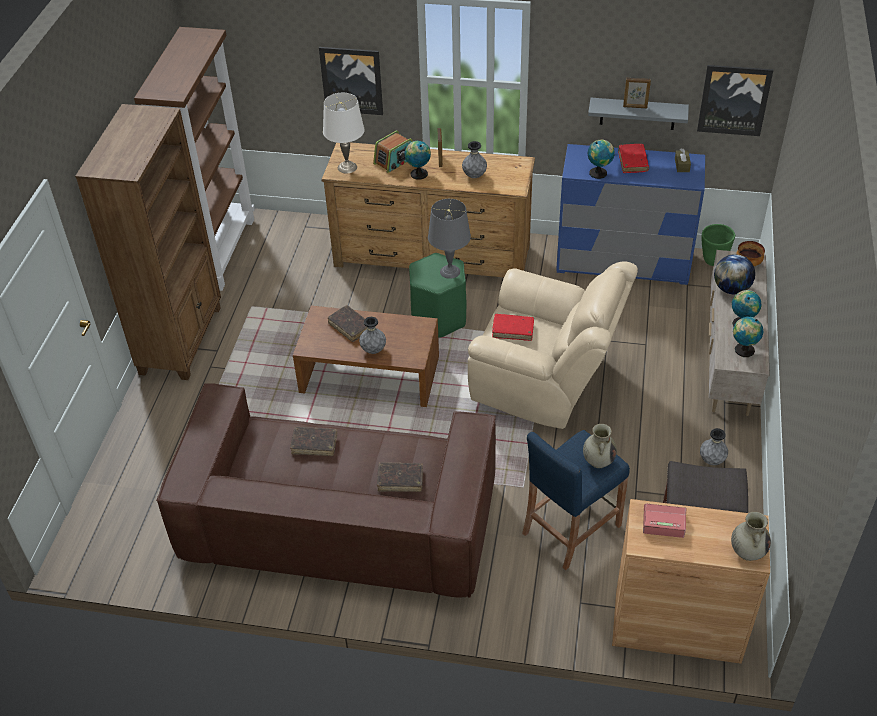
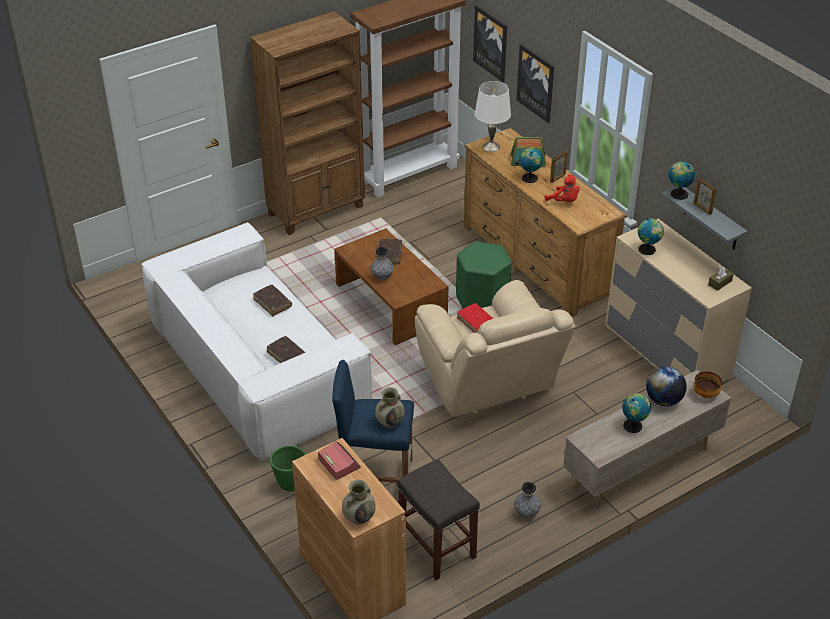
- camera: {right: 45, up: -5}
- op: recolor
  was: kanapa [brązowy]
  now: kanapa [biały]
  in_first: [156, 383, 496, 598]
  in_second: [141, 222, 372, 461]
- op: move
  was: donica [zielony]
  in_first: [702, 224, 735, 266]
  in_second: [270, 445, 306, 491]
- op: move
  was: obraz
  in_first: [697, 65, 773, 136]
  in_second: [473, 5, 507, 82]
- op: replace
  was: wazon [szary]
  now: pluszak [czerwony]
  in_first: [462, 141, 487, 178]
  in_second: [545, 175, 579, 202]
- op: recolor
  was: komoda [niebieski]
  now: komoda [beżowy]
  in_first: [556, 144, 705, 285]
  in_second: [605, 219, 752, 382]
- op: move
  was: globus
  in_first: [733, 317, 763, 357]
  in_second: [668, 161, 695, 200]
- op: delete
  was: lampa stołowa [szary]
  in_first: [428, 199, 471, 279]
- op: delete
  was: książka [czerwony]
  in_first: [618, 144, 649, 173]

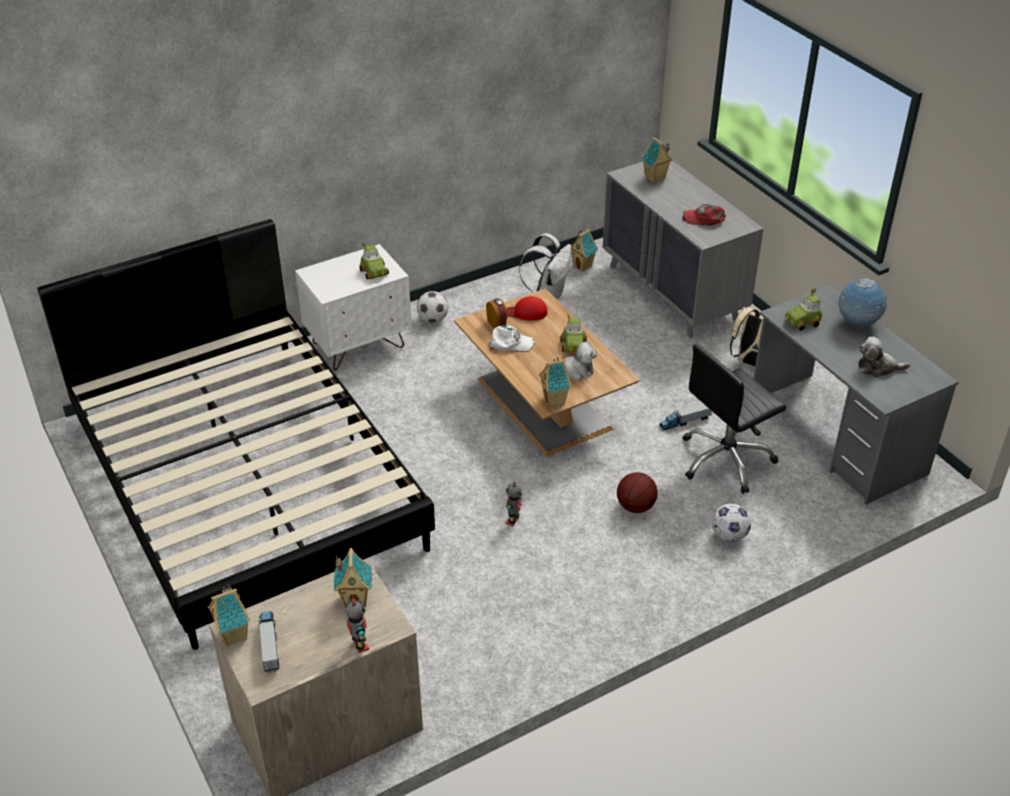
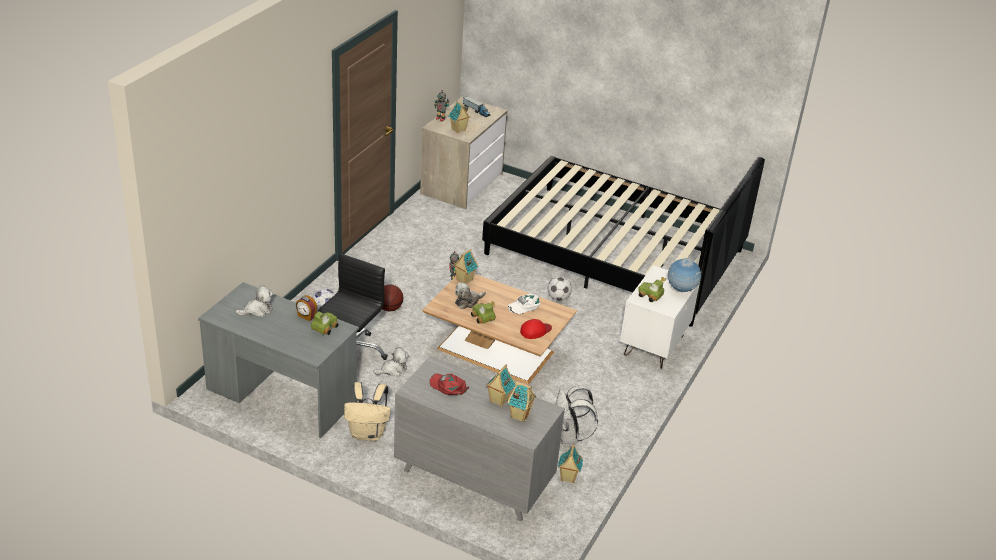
- camera: {right: 145, up: -5}
- op: move
  was: budzik
  in_first: [486, 298, 507, 328]
  in_second: [296, 295, 317, 321]
- op: replace
  was: ciężarówka zabawkowa
  now: pluszak
  in_first: [659, 403, 712, 430]
  in_second: [373, 347, 409, 377]
- op: rotate
  was: czapka z daszkiem [czerwony]
  in_first: [682, 204, 726, 226]
  in_second: [430, 373, 470, 395]
  clockwise: -120
- op: move
  was: domek
  in_first: [207, 584, 250, 647]
  in_second: [486, 365, 516, 407]
- op: move
  was: piłka futbolowa
  in_first: [417, 291, 448, 323]
  in_second: [548, 276, 572, 301]
- op: move
  was: globus
  in_first: [838, 278, 887, 327]
  in_second: [667, 258, 701, 292]

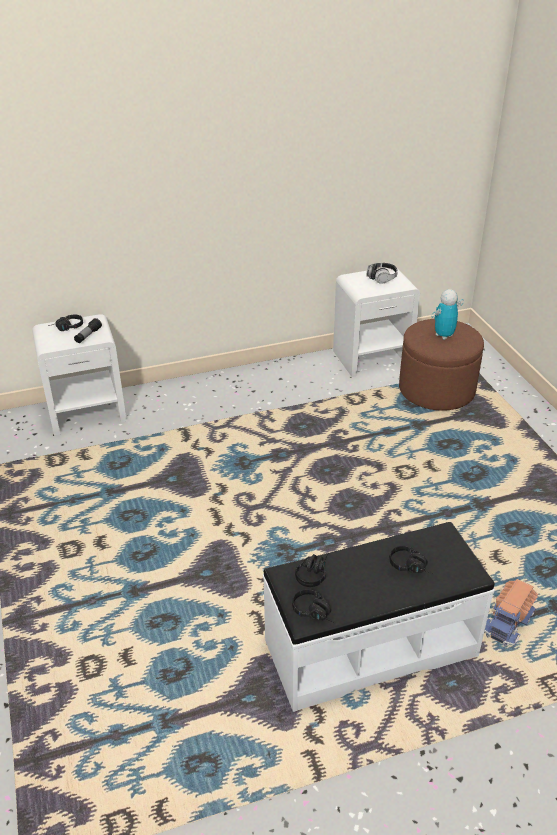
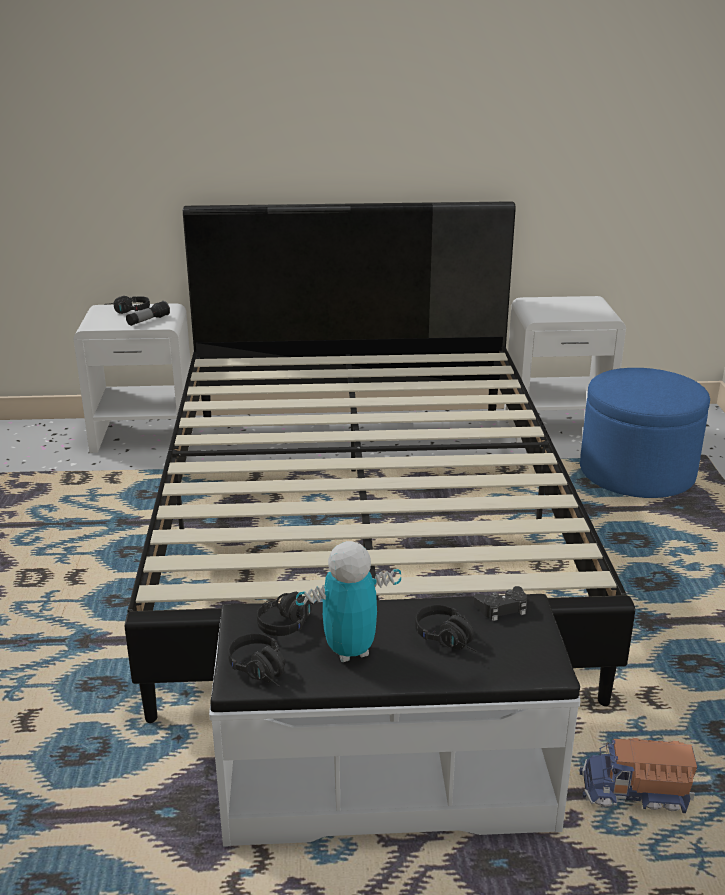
- camera: {right: 15, up: -10}
- op: insert
  now: łóżko [czarny]
  in_second: [125, 201, 635, 723]
- op: move
  was: robot zabawkowy
  in_first: [432, 289, 463, 340]
  in_second: [296, 541, 401, 662]
- op: insert
  now: pad do gier [czarny]
  in_second: [474, 586, 527, 621]
- op: recolor
  was: pufa [brązowy]
  now: pufa [niebieski]
  in_first: [399, 319, 484, 411]
  in_second: [580, 368, 710, 498]
- op: rotate
  was: ciężarówka zabawkowa
  in_first: [485, 579, 538, 646]
  in_second: [580, 738, 697, 813]
  clockwise: 45
- op: delete
  was: słuchawki
  in_first: [367, 263, 398, 284]

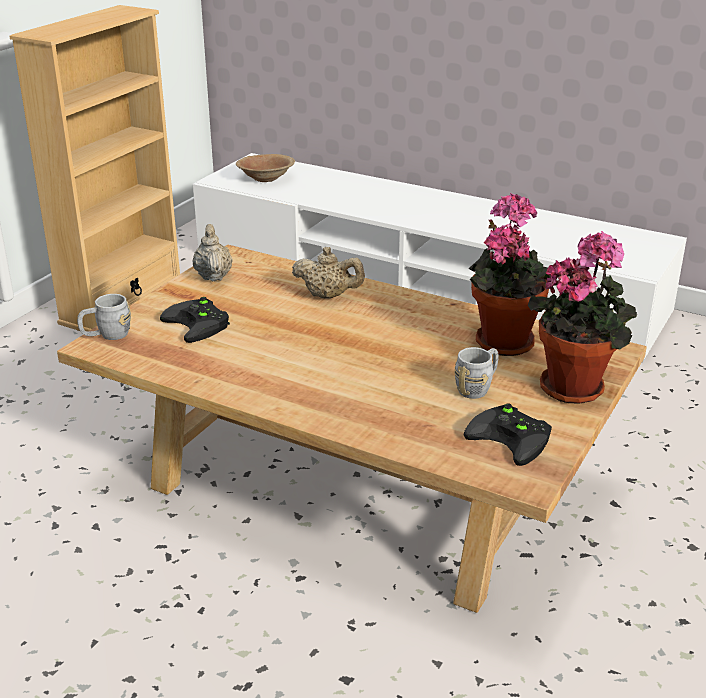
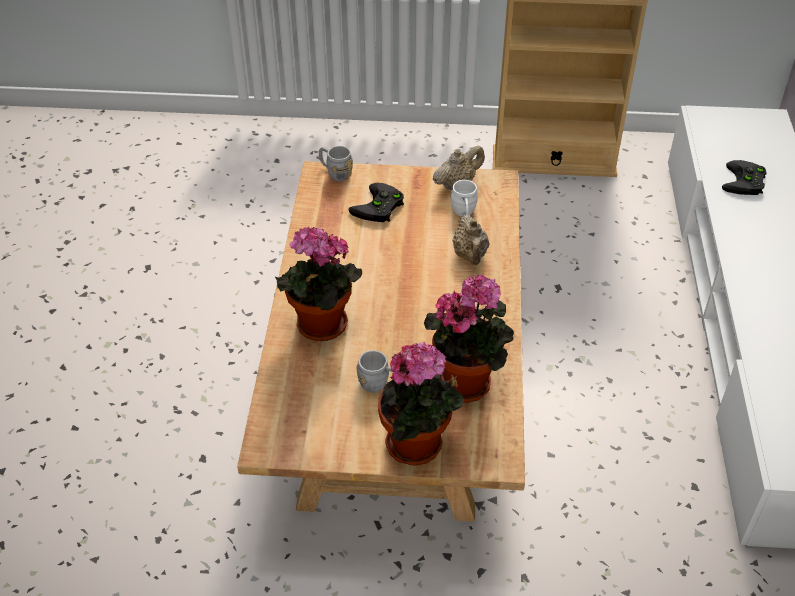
- camera: {right: 65, up: 15}
- op: insert
  now: roślina doniczkowa
  in_second: [275, 227, 362, 341]
- op: insert
  now: kubek [biały]
  in_second: [450, 180, 478, 216]
- op: move
  was: pad do gier [czarny]
  in_first: [464, 403, 552, 466]
  in_second: [722, 160, 767, 195]
- op: delete
  was: miska [brązowy]
  in_first: [236, 154, 295, 182]

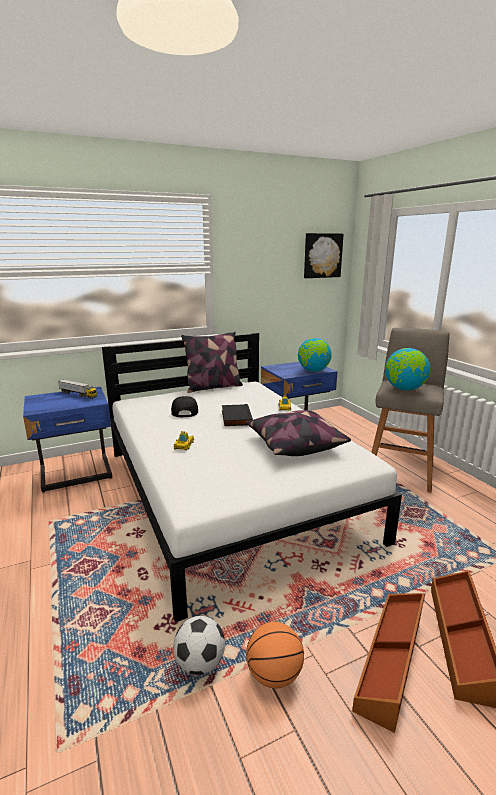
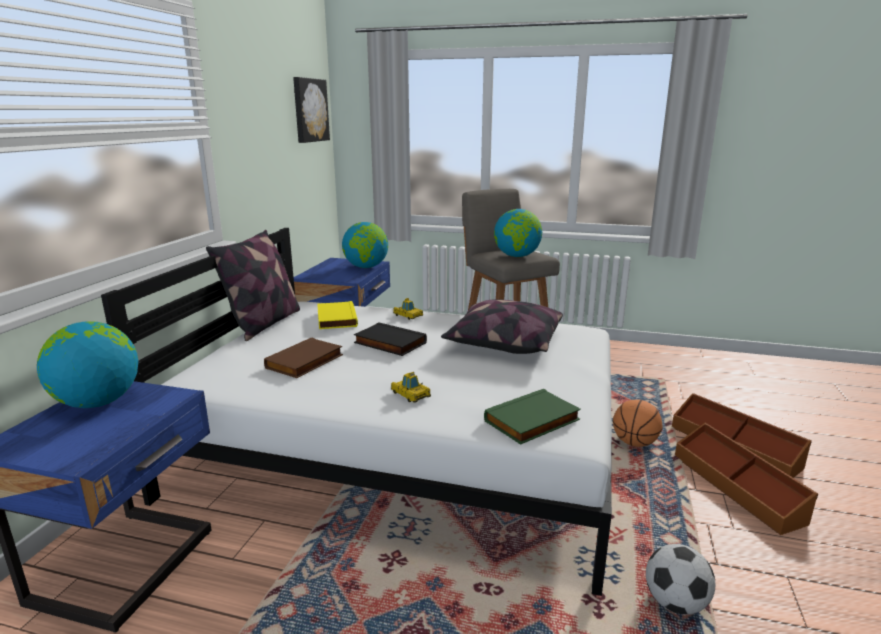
- camera: {right: -50, up: 0}
- op: replace
  was: ciężarówka zabawkowa
  now: globus
  in_first: [58, 379, 97, 399]
  in_second: [37, 321, 138, 408]
- op: replace
  was: czapka z daszkiem [czarny]
  now: książka [brązowy]
  in_first: [171, 396, 198, 417]
  in_second: [264, 338, 343, 378]
- op: insert
  now: książka [żółty]
  in_second: [317, 301, 358, 329]
- op: insert
  now: książka [zielony]
  in_second: [484, 389, 581, 445]
- op: move
  was: piłka do koszykówki
  in_first: [246, 622, 304, 688]
  in_second: [613, 400, 663, 447]

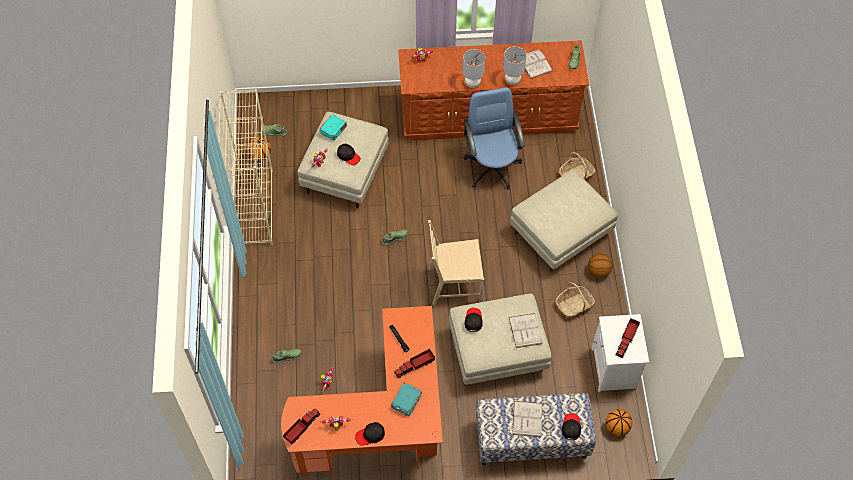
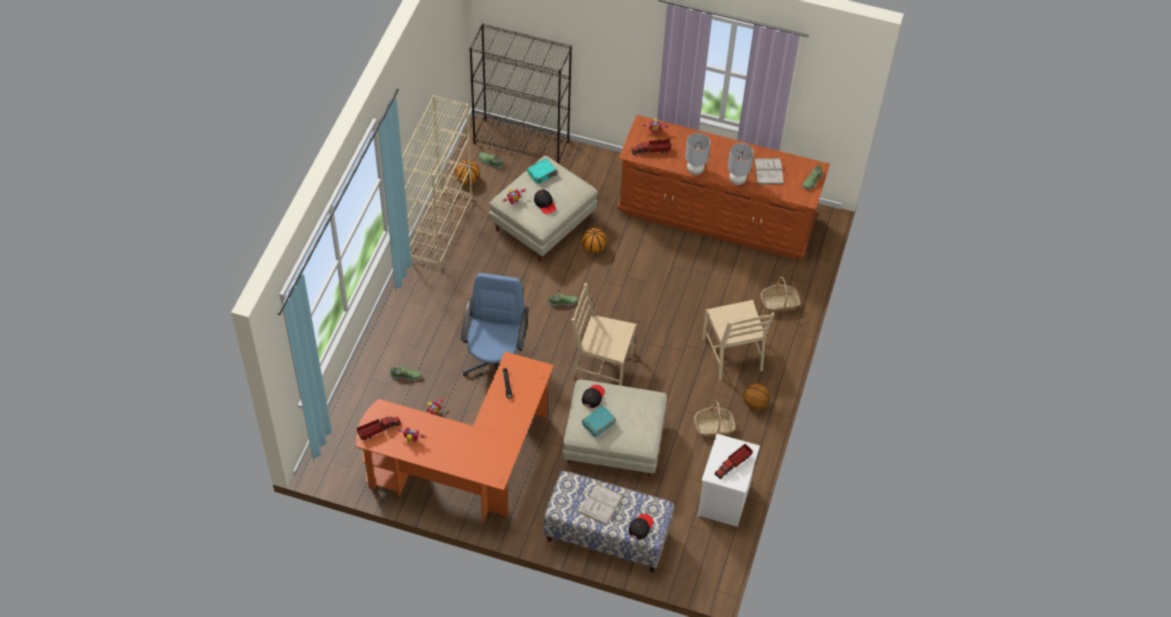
- camera: {right: 20, up: -5}
- op: move
  was: krzesło biurowe [niebieski]
  in_first: [464, 87, 525, 190]
  in_second: [460, 273, 529, 376]
- op: insert
  now: regał [czarny]
  in_second: [469, 23, 572, 164]
- op: move
  was: piłka do koszykówki
  in_first: [606, 409, 632, 436]
  in_second: [581, 228, 607, 253]
- op: move
  was: książka [turkusowy]
  in_first: [391, 382, 422, 416]
  in_second: [582, 405, 616, 437]
- op: move
  was: ciężarówka zabawkowa
  in_first: [394, 349, 435, 378]
  in_second: [631, 139, 671, 155]
- op: replace
  was: pufa [beżowy]
  now: krzesło [beżowy]
  in_first: [510, 170, 618, 272]
  in_second: [702, 300, 775, 380]
- op: delete
  was: czapka z daszkiem [czarny]
  in_first: [355, 422, 385, 446]
- op: delete
  was: książka [biały]
  in_first: [508, 313, 543, 348]

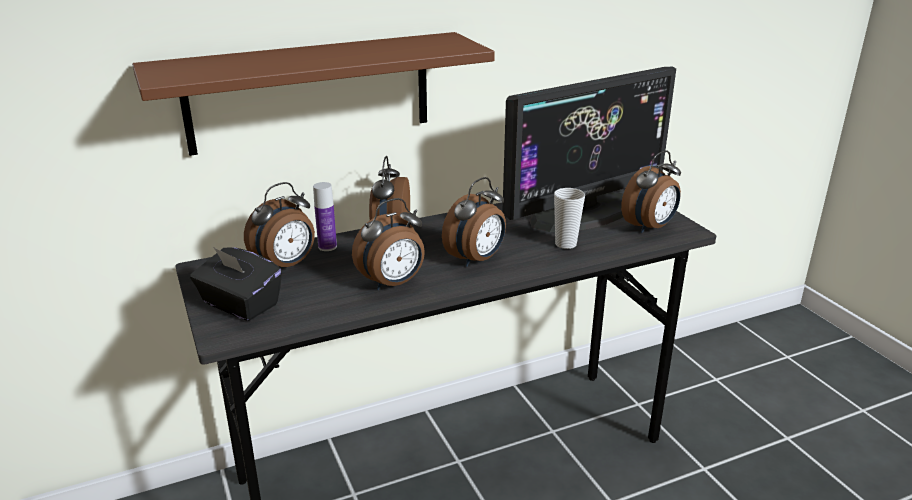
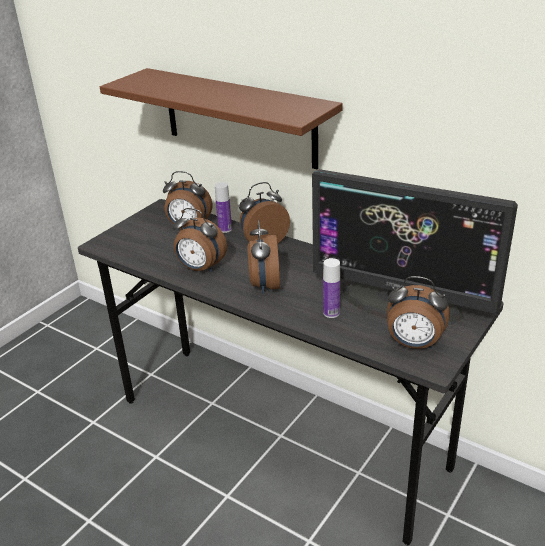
- camera: {right: 60, up: 5}
- op: rotate
  was: budzik
  in_first: [442, 177, 506, 267]
  in_second: [247, 220, 280, 294]
  clockwise: 75
- op: replace
  was: filiżanka
  now: butelka
  in_first: [554, 188, 585, 249]
  in_second: [323, 258, 340, 318]
- op: delete
  was: pudełko chusteczek [czarny]
  in_first: [190, 247, 282, 321]

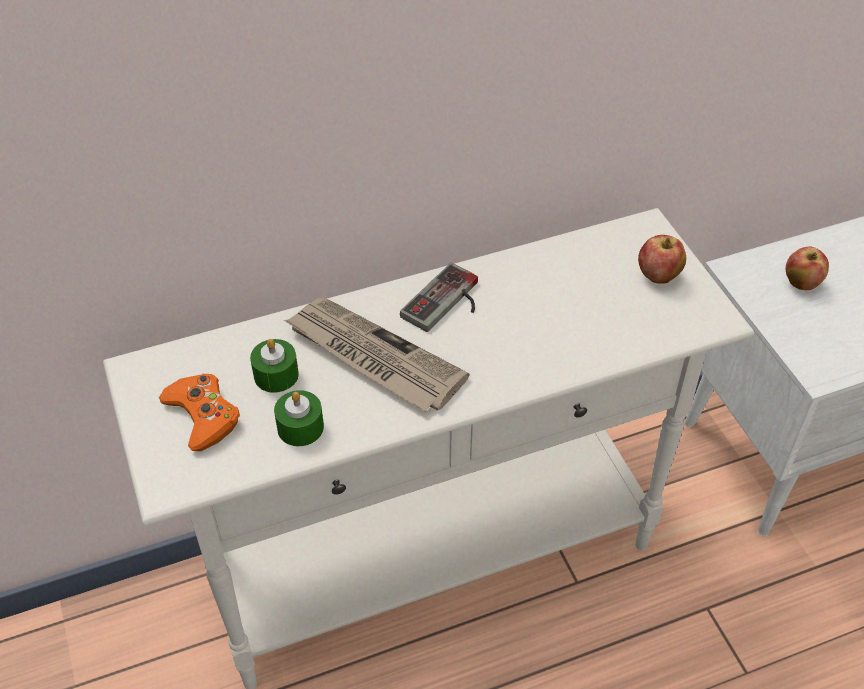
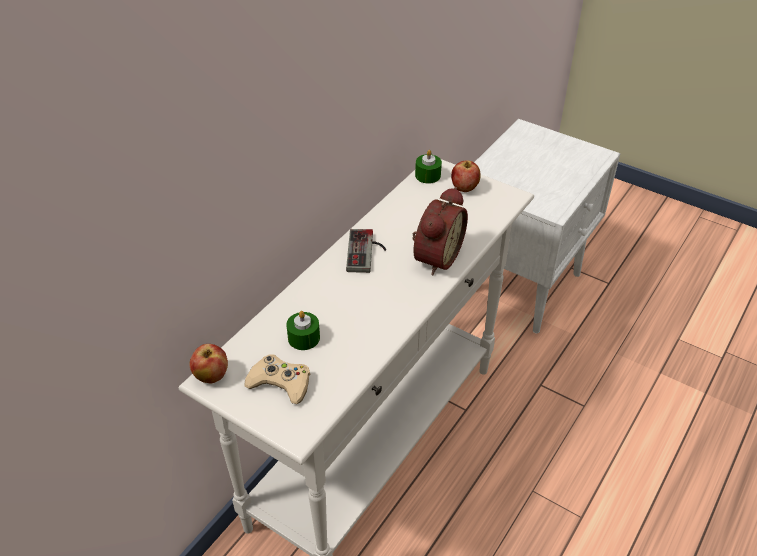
- camera: {right: -35, up: -5}
- op: move
  was: jabłko
  in_first: [786, 247, 829, 290]
  in_second: [190, 344, 228, 383]
- op: recolor
  was: pad do gier [pomarańczowy]
  now: pad do gier [beżowy]
  in_first: [159, 374, 240, 451]
  in_second: [244, 354, 310, 404]
- op: insert
  now: budzik
  in_second: [412, 187, 468, 276]
- op: move
  was: świeca [zielony]
  in_first: [274, 390, 324, 446]
  in_second: [415, 150, 442, 184]
- op: delete
  was: gazeta
  in_first: [284, 298, 470, 412]

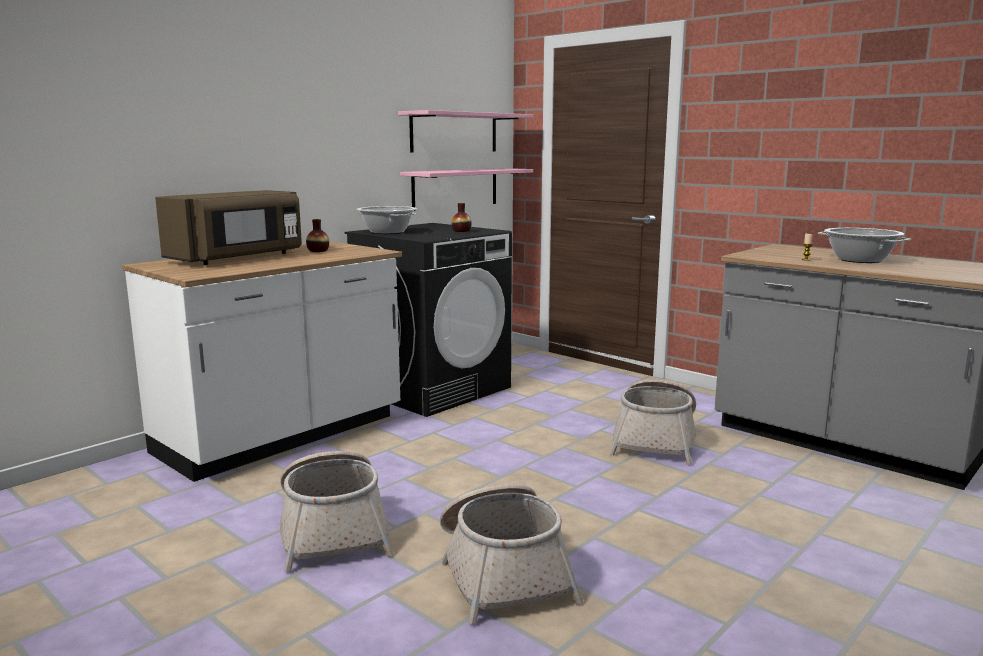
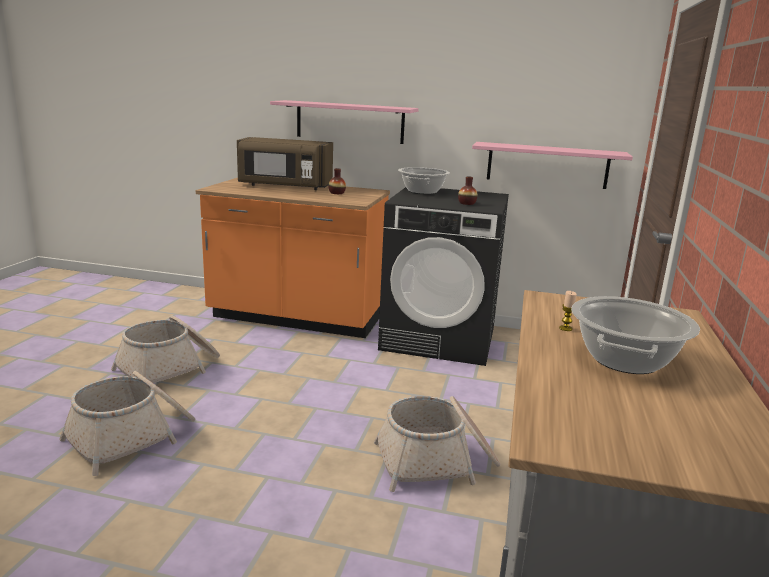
- camera: {right: 60, up: 5}
- op: recolor
  was: zabudowa kuchenna [biały]
  now: zabudowa kuchenna [pomarańczowy]
  in_first: [122, 241, 402, 482]
  in_second: [196, 178, 390, 338]
- op: move
  was: półka [różowy]
  in_first: [398, 110, 534, 153]
  in_second: [270, 100, 419, 144]

